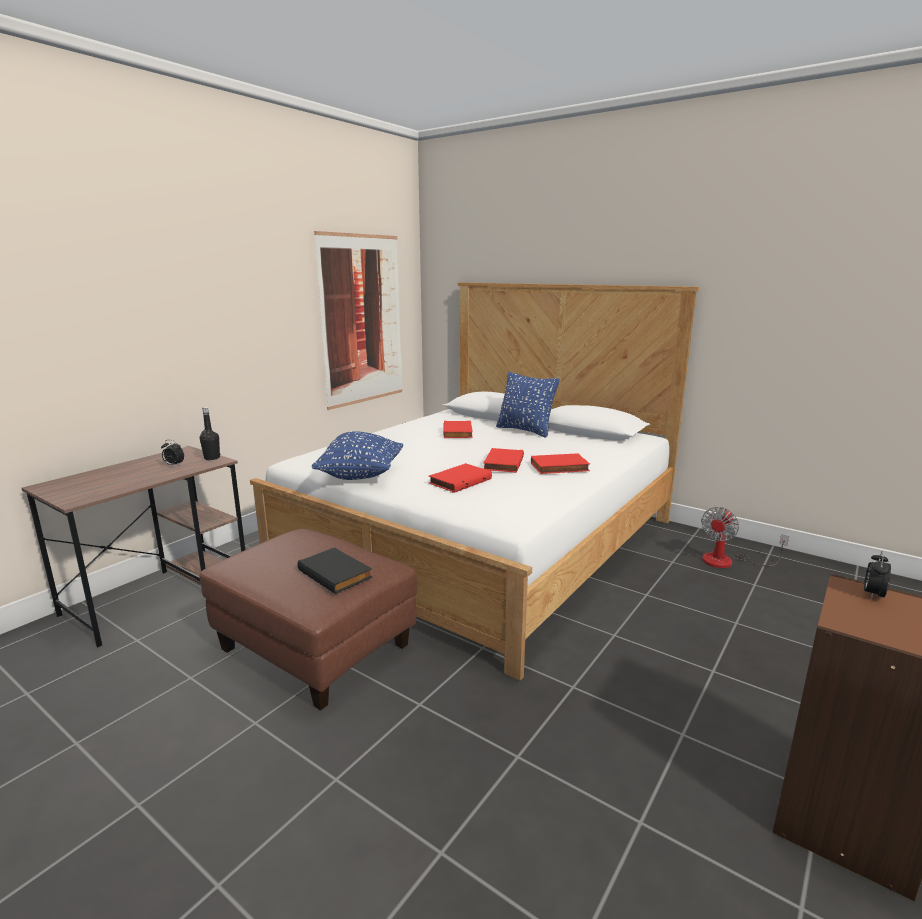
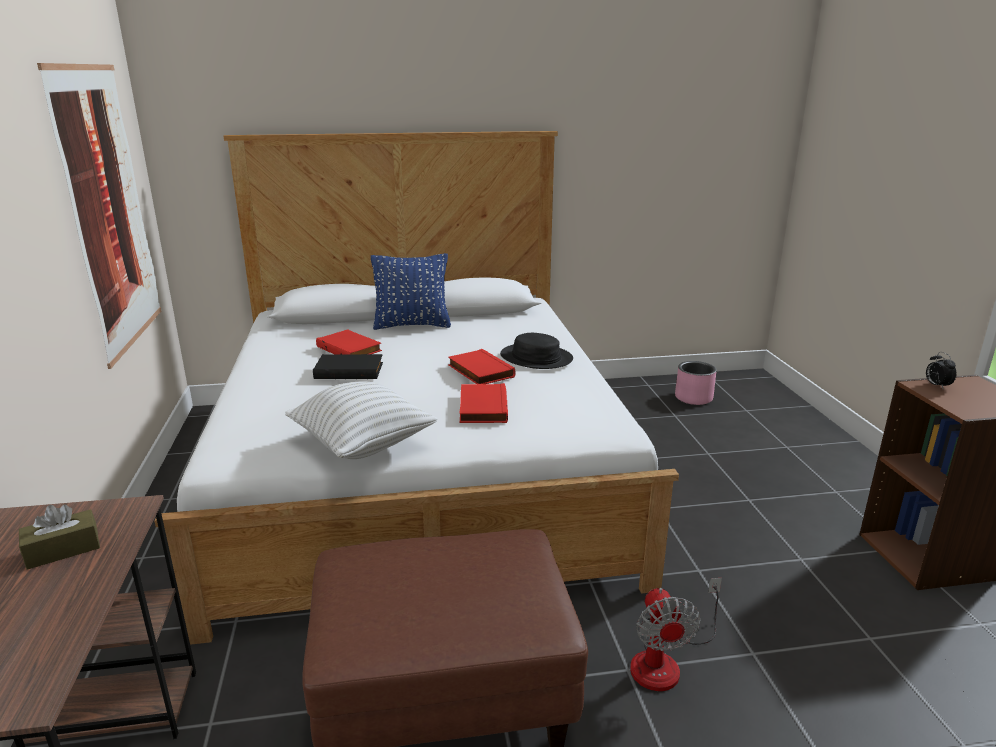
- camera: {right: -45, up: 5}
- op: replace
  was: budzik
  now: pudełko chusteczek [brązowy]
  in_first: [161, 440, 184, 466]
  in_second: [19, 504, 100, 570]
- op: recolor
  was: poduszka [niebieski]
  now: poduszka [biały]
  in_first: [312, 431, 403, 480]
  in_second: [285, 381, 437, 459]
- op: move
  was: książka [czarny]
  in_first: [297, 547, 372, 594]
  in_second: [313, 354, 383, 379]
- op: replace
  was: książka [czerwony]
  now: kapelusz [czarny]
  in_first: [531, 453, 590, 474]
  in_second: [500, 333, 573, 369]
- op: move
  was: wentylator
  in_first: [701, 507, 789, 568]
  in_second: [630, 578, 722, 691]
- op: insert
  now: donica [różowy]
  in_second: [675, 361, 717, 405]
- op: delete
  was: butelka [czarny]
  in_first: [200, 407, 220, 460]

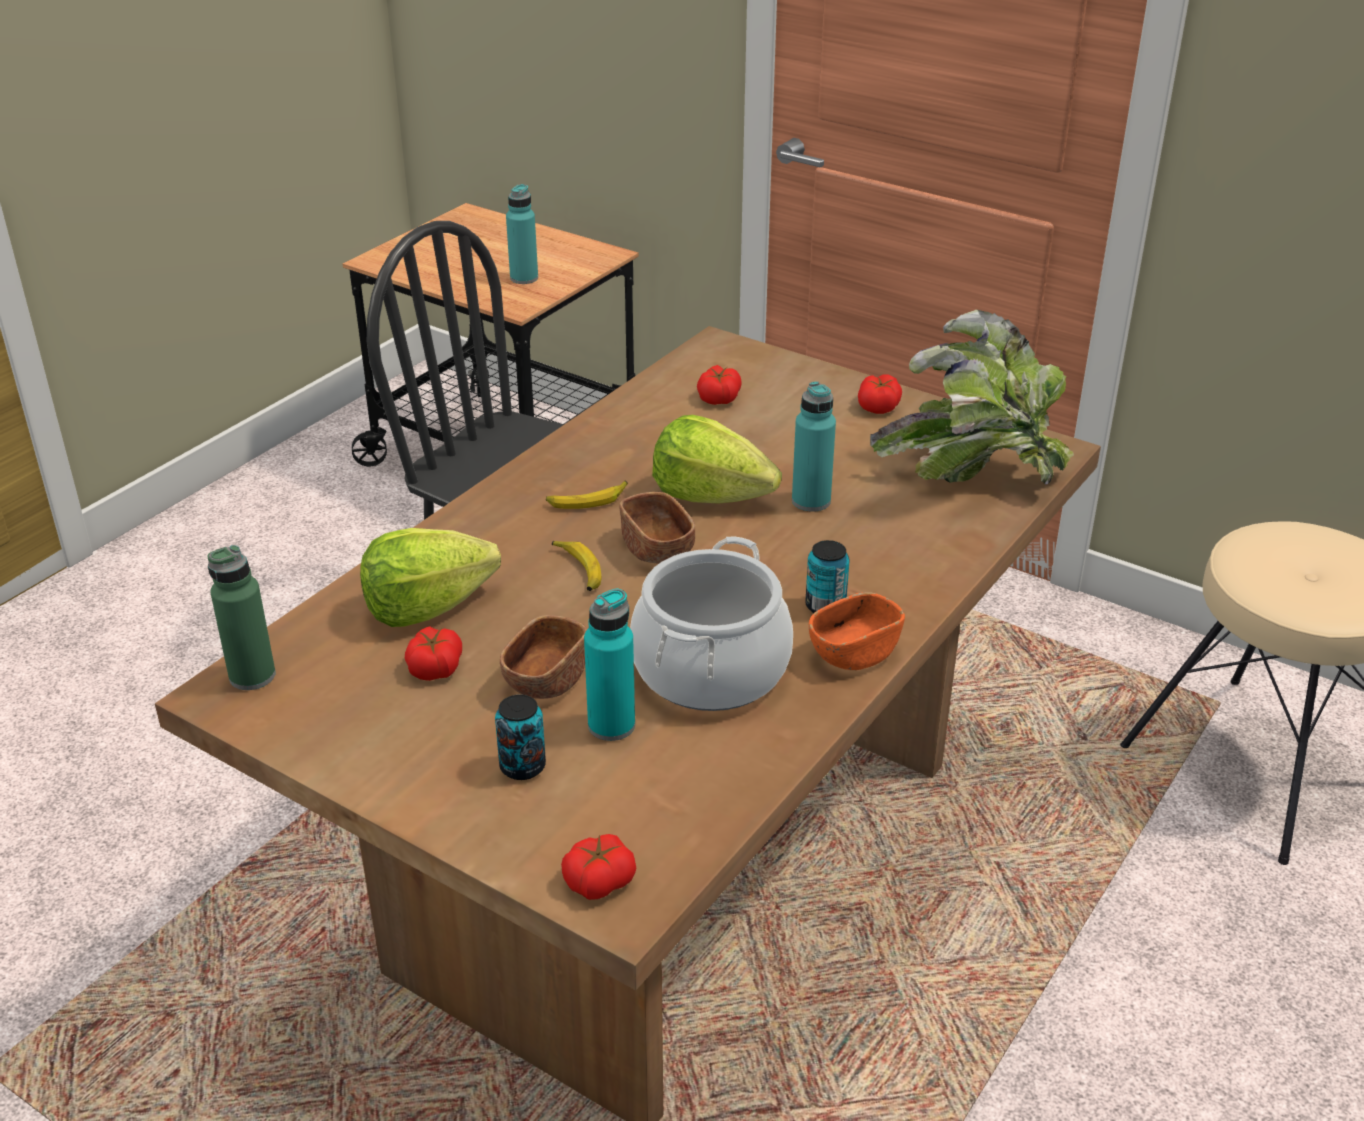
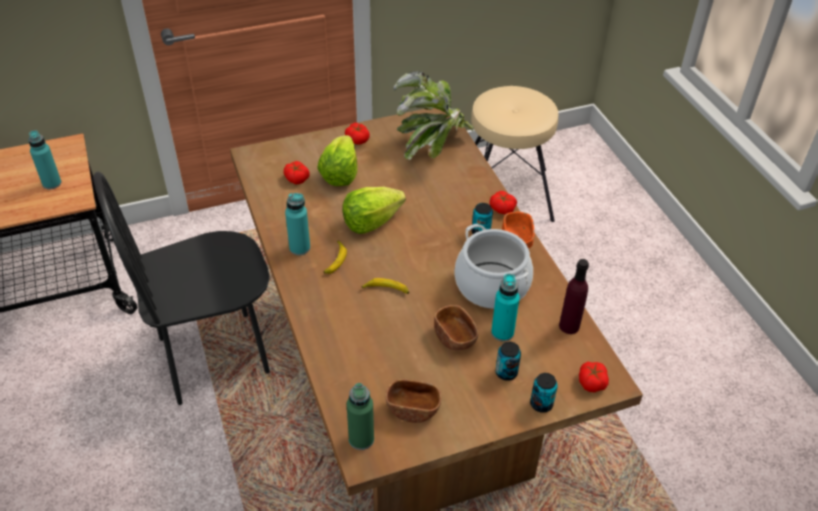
- camera: {right: -55, up: 10}
- op: move
  was: butelka [turkusowy]
  in_first: [792, 381, 836, 512]
  in_second: [285, 193, 310, 255]
- op: move
  was: sałata
  in_first: [360, 528, 501, 627]
  in_second: [317, 135, 358, 186]
- op: move
  was: miska [brązowy]
  in_first: [620, 492, 695, 564]
  in_second: [386, 379, 441, 423]
- op: move
  was: pomidor
  in_first: [405, 626, 462, 681]
  in_second: [489, 191, 517, 215]
- op: insert
  now: puszka
  in_second: [530, 373, 558, 413]
- op: insert
  now: butelka [fioletowy]
  in_second: [559, 259, 589, 334]

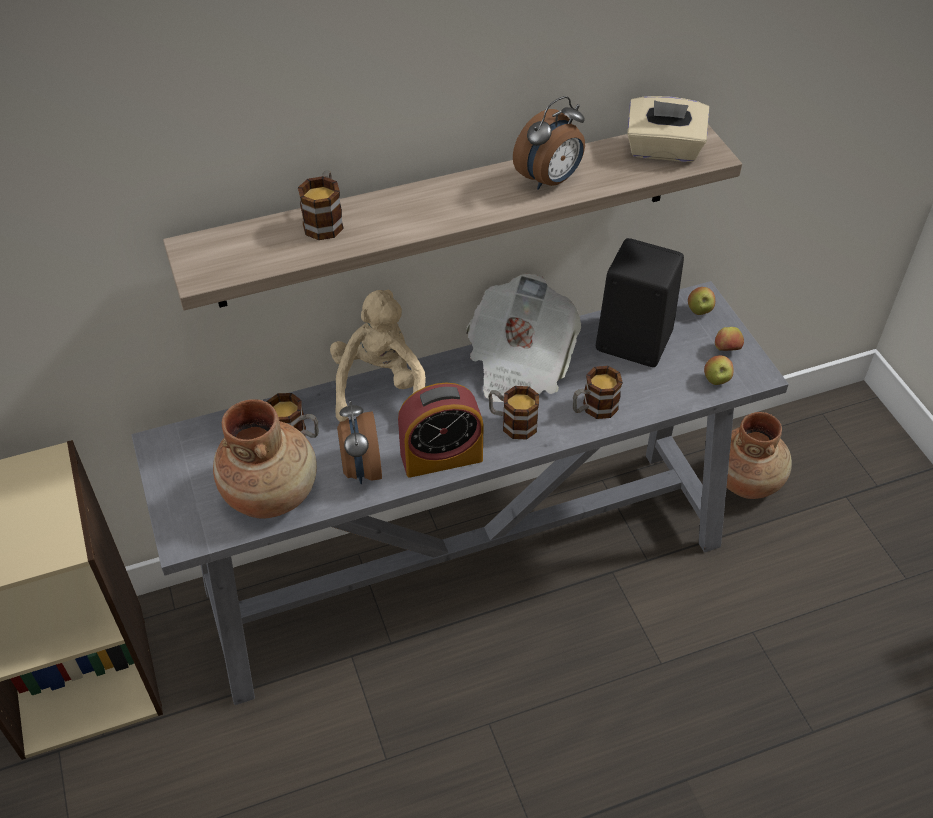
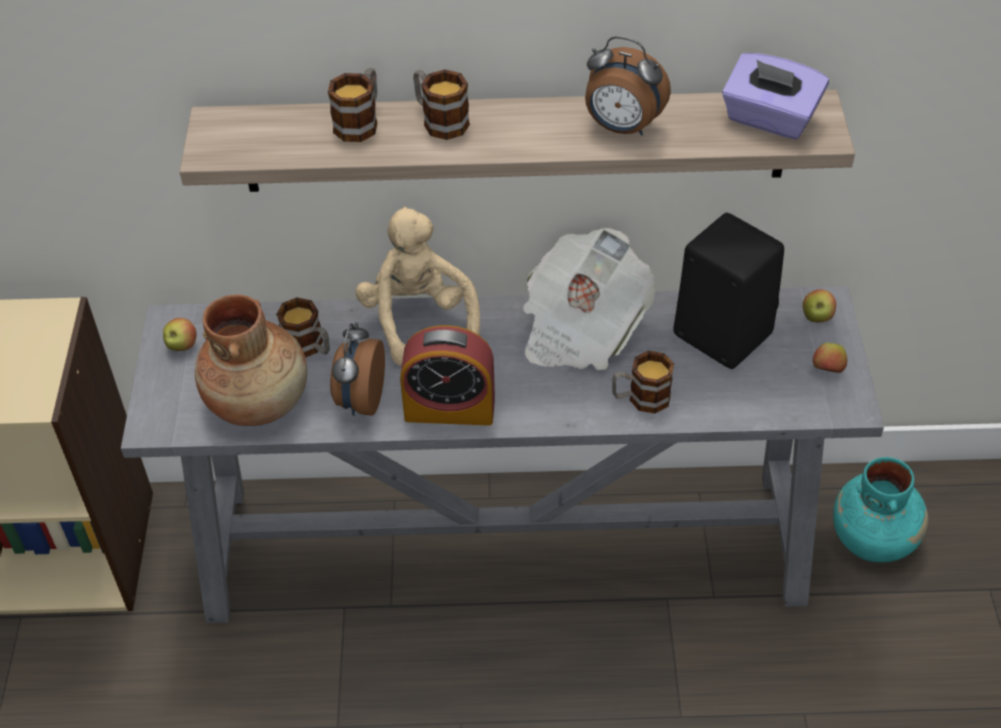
- camera: {right: 20, up: 0}
- op: move
  was: jabłko
  in_first: [704, 355, 734, 385]
  in_second: [163, 318, 196, 351]
- op: rotate
  was: pluszak [beżowy]
  in_first: [330, 289, 426, 422]
  in_second: [355, 207, 480, 366]
  clockwise: -45
- op: move
  was: kubek
  in_first: [488, 386, 539, 440]
  in_second: [413, 69, 470, 140]
- op: rotate
  was: budzik
  in_first: [513, 96, 585, 190]
  in_second: [585, 36, 671, 135]
  clockwise: 45
- op: recolor
  was: pudełko chusteczek [beżowy]
  now: pudełko chusteczek [fioletowy]
  in_first: [627, 96, 709, 162]
  in_second: [722, 53, 829, 139]
- op: recolor
  was: wazon [brązowy]
  now: wazon [turkusowy]
  in_first: [727, 412, 792, 499]
  in_second: [833, 457, 928, 563]

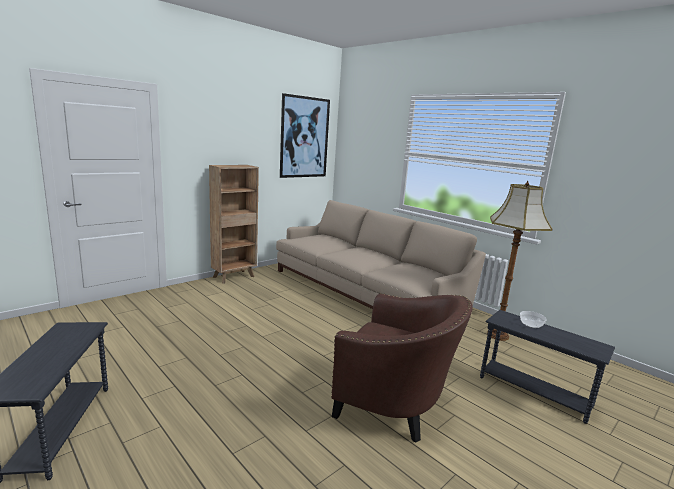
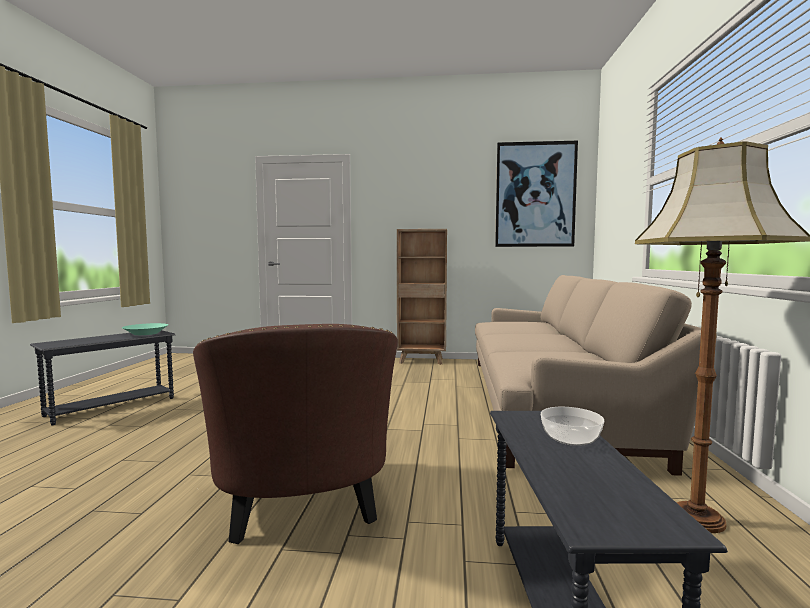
- camera: {right: 50, up: -10}
- op: insert
  now: miska [turkusowy]
  in_second: [122, 323, 168, 335]

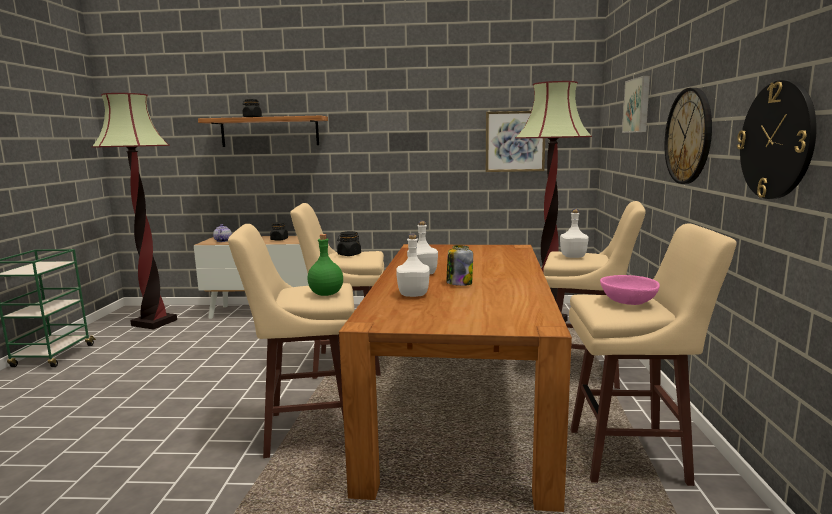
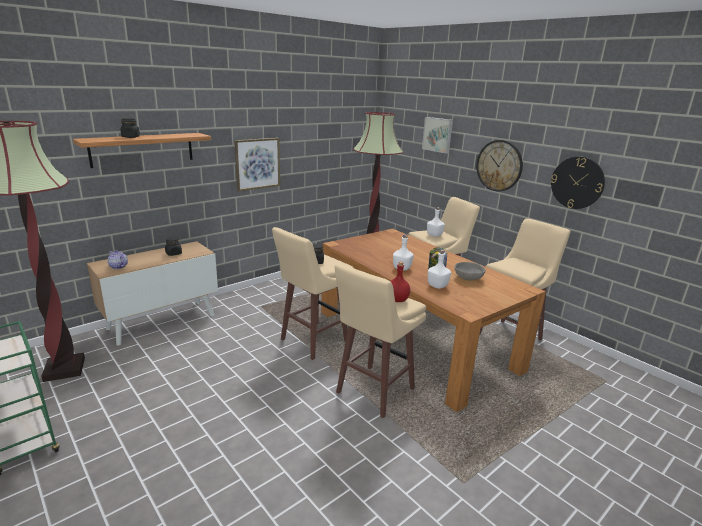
- camera: {right: -45, up: 10}
- op: move
  was: obraz
  in_first: [486, 111, 545, 172]
  in_second: [234, 138, 280, 191]
- op: recolor
  was: butelka [zielony]
  now: butelka [czerwony]
  in_first: [307, 234, 343, 296]
  in_second: [390, 261, 410, 302]
- op: insert
  now: miska [szary]
  in_second: [454, 262, 486, 281]
- op: delete
  was: miska [różowy]
  in_first: [600, 275, 660, 305]

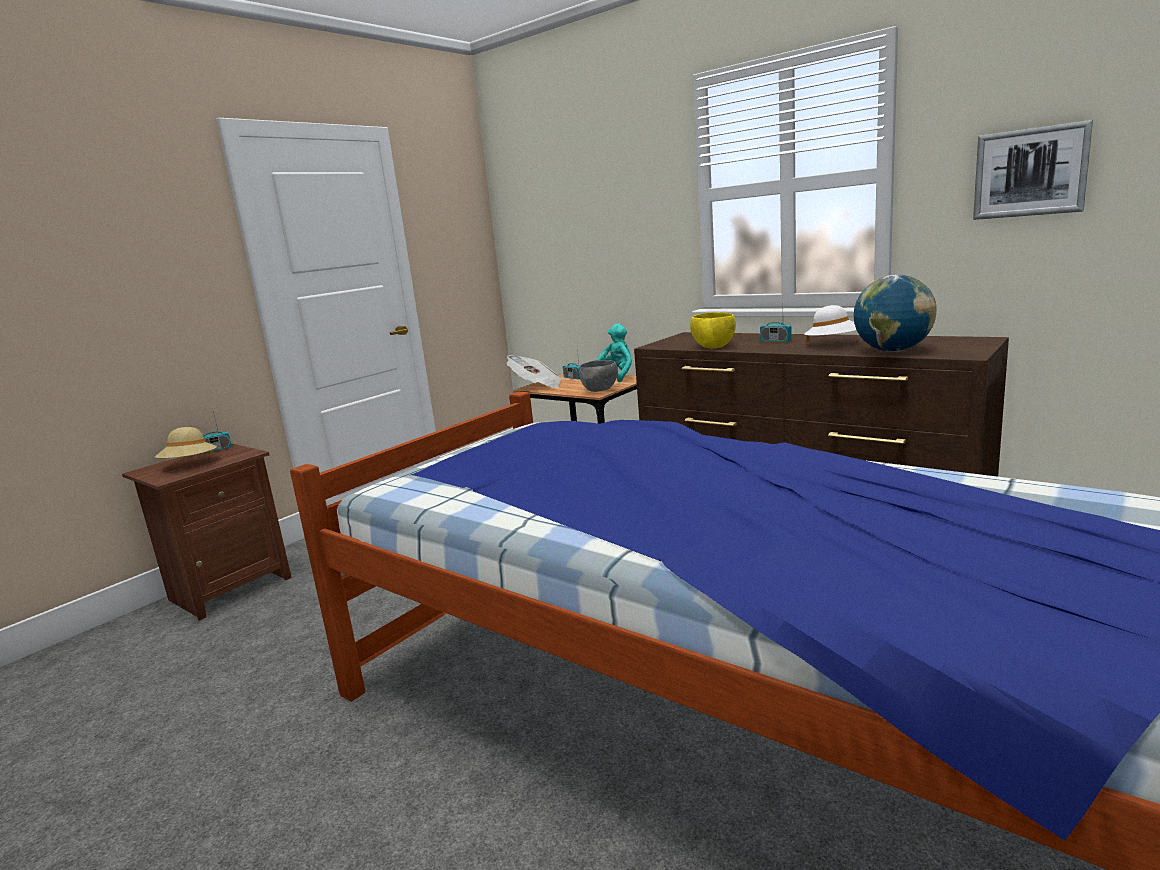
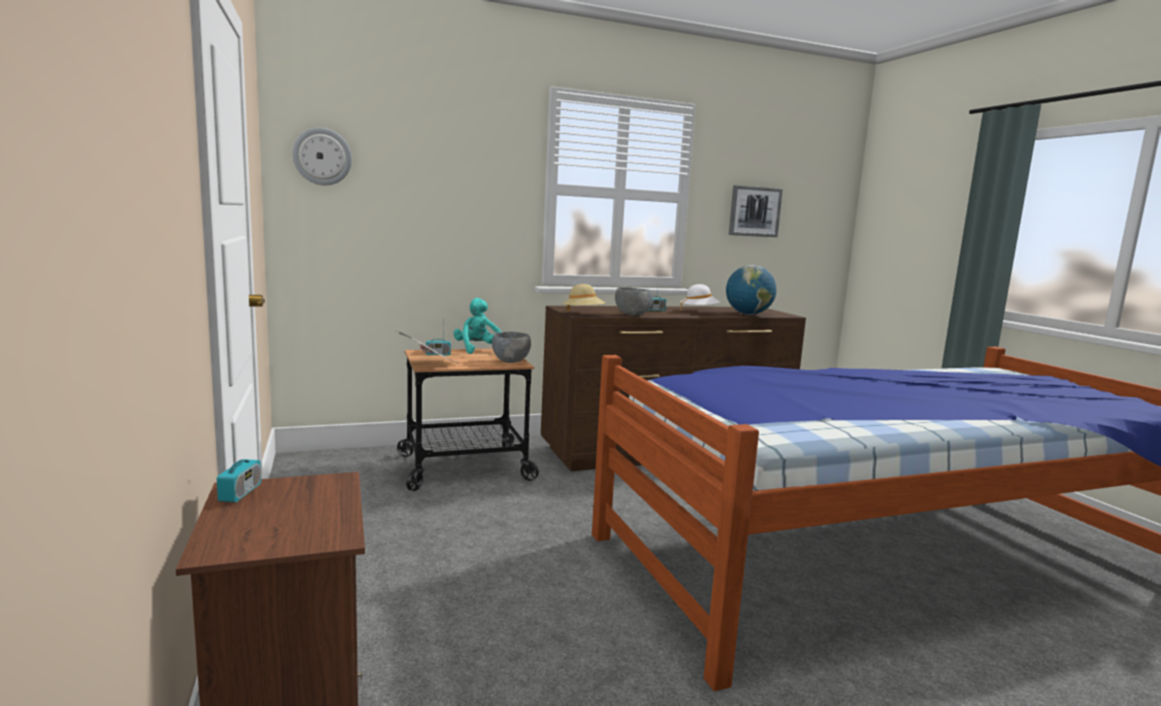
- camera: {right: -60, up: -5}
- op: insert
  now: zegar ścienny
  in_second: [292, 127, 352, 185]
- op: move
  was: kapelusz [beżowy]
  in_first: [155, 427, 217, 458]
  in_second: [562, 284, 606, 312]
- op: recolor
  was: miska [żółty]
  now: miska [szary]
  in_first: [690, 312, 736, 348]
  in_second: [615, 287, 652, 316]

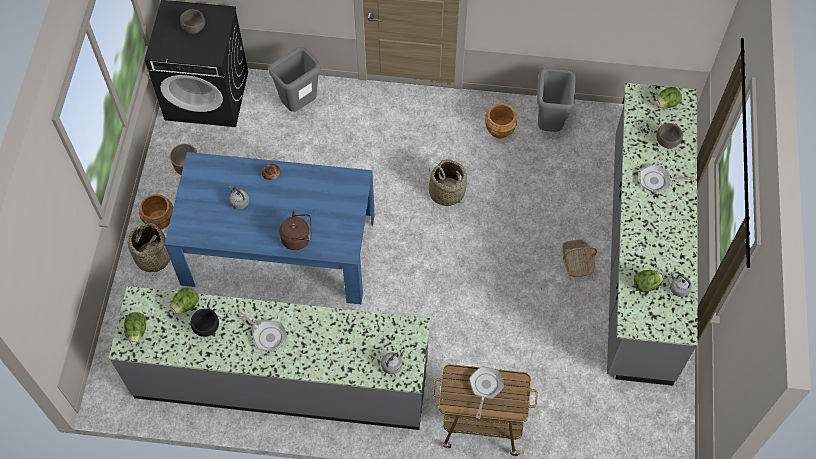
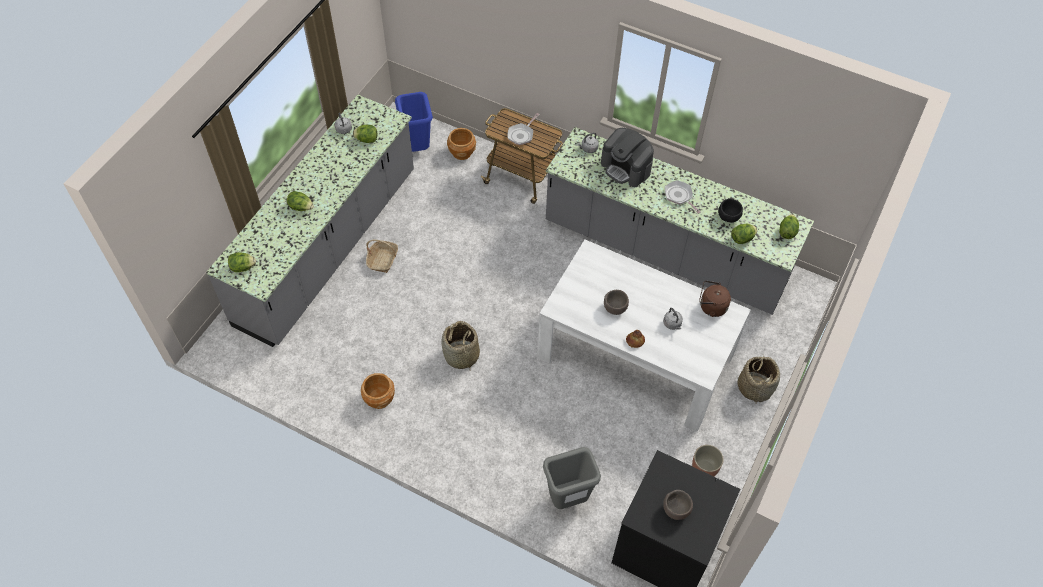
- camera: {right: -160, up: -5}
- op: replace
  was: patelnia
  now: sałata
  in_first: [640, 164, 693, 193]
  in_second: [287, 191, 314, 211]
- op: insert
  now: kosz na śmieci [niebieski]
  in_second: [395, 92, 433, 152]
- op: move
  was: donica [brązowy]
  in_first: [139, 194, 173, 230]
  in_second: [447, 128, 476, 160]
- op: recolor
  was: stół jadalny [niebieski]
  now: stół jadalny [biały]
  in_first: [164, 152, 375, 304]
  in_second: [537, 240, 751, 432]
- op: insert
  now: ekspres do kawy
  in_second: [601, 128, 654, 187]
- op: move
  was: miska [brązowy]
  in_first: [656, 123, 683, 149]
  in_second: [604, 290, 629, 315]
- op: move
  was: czajnik [brązowy]
  in_first: [279, 211, 312, 250]
  in_second: [699, 281, 731, 317]
- op: delete
  was: kosz na śmieci [szary]
  in_first: [537, 68, 576, 132]

